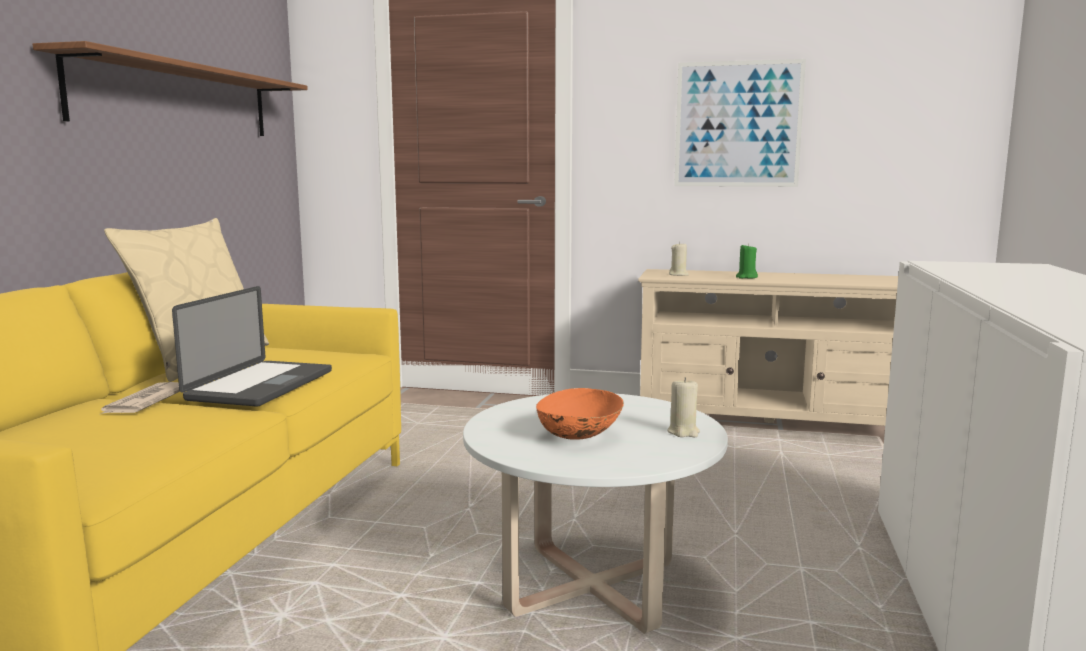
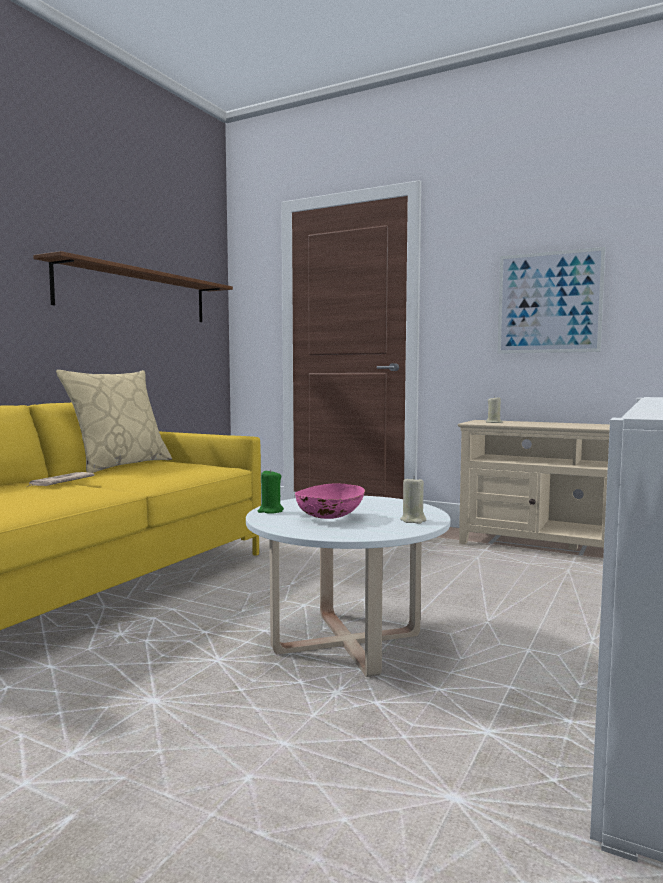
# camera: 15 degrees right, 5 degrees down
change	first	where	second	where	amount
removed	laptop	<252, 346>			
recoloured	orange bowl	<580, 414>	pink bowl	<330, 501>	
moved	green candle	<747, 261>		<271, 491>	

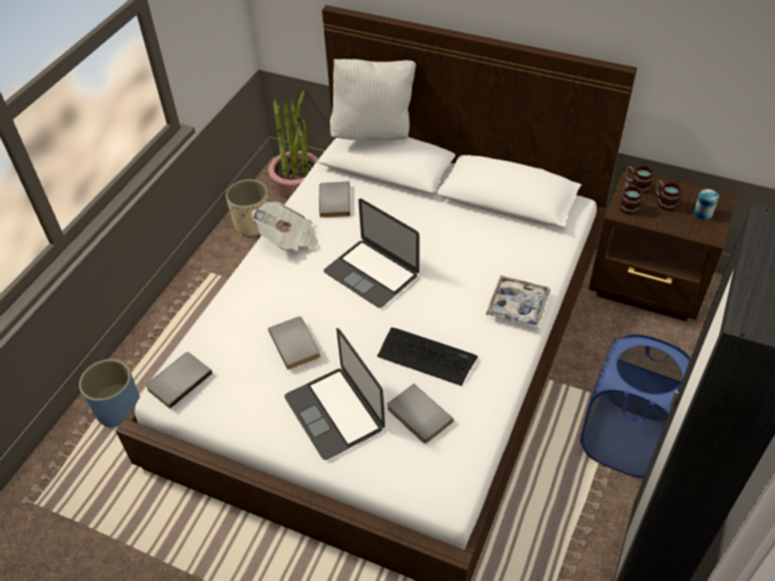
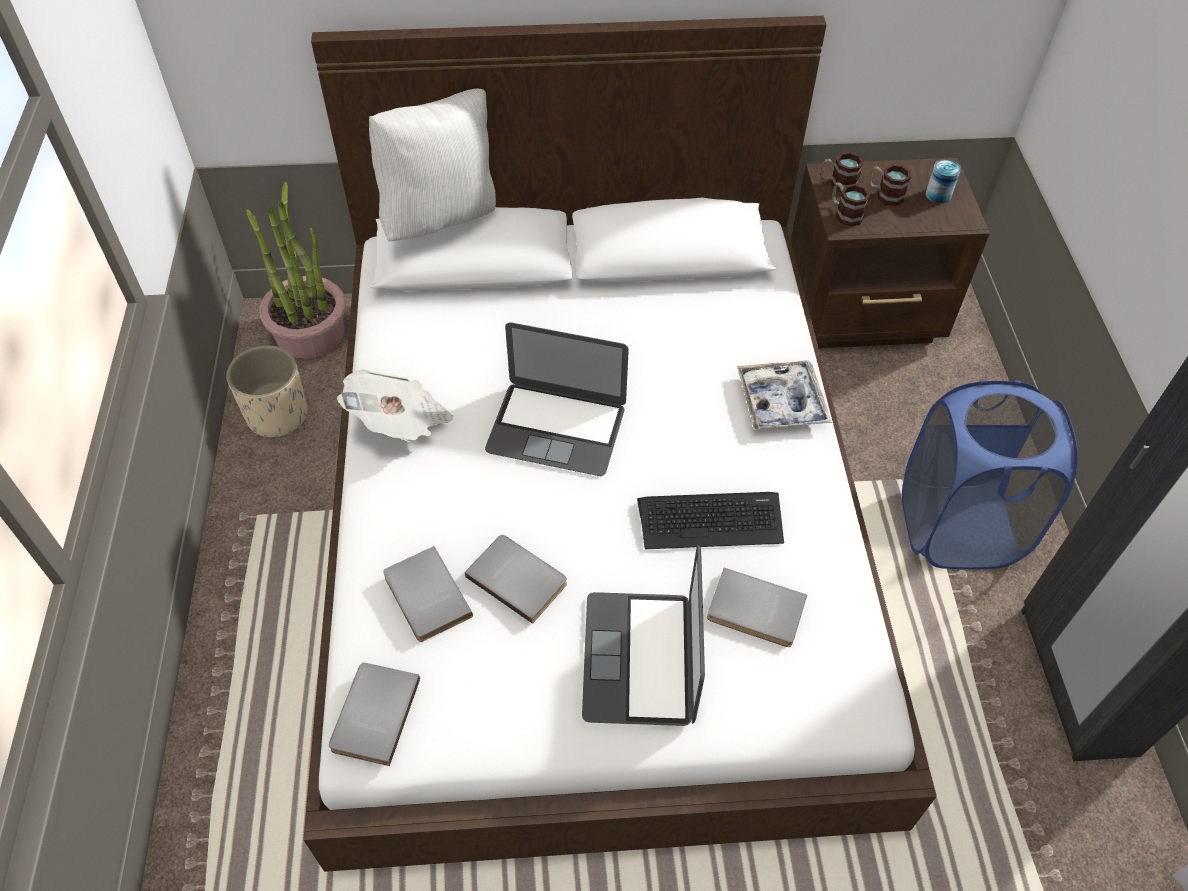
# camera: 30 degrees left, 5 degrees up
change	first	where	second	where	amount
removed	blue planter	<109, 393>			
turned	laptop	<334, 394>		<643, 635>	60 degrees clockwise
moved	grey book	<334, 200>		<428, 594>	

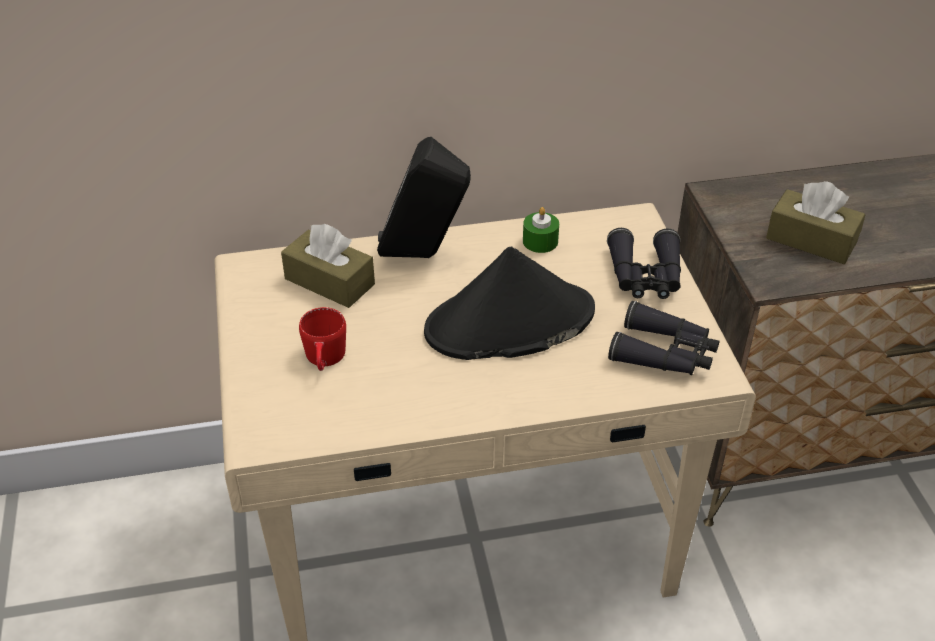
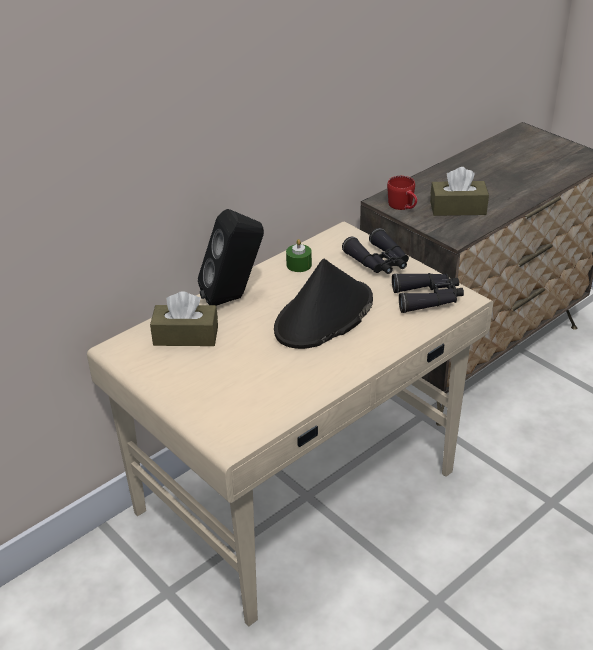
# camera: 30 degrees left, 5 degrees down
change	first	where	second	where	amount
moved	red mug	<322, 339>		<402, 193>	

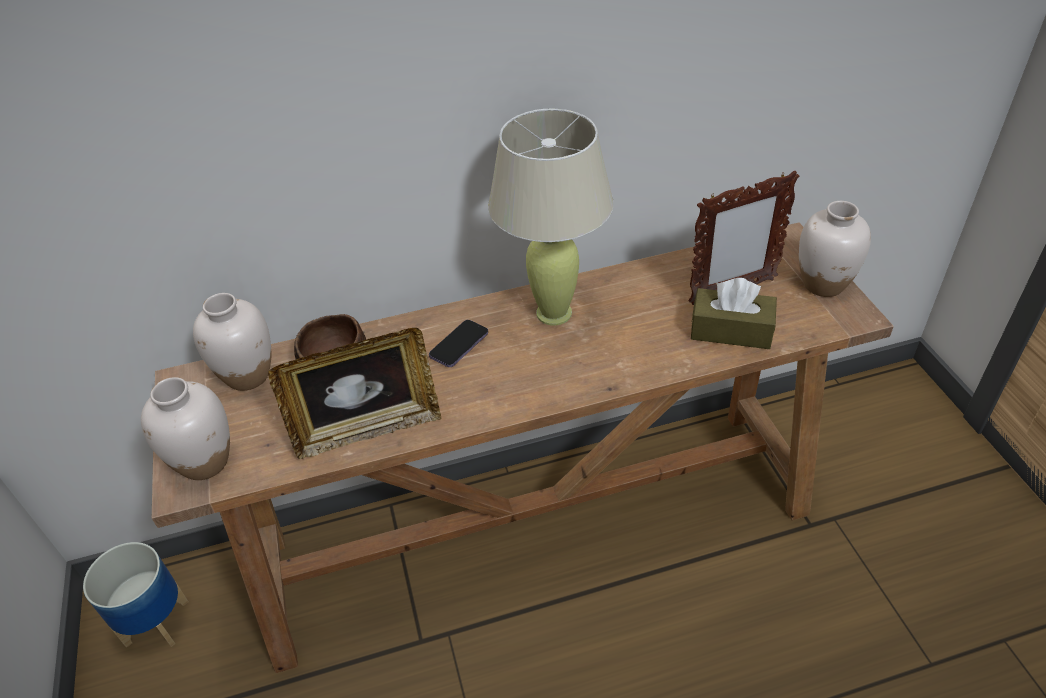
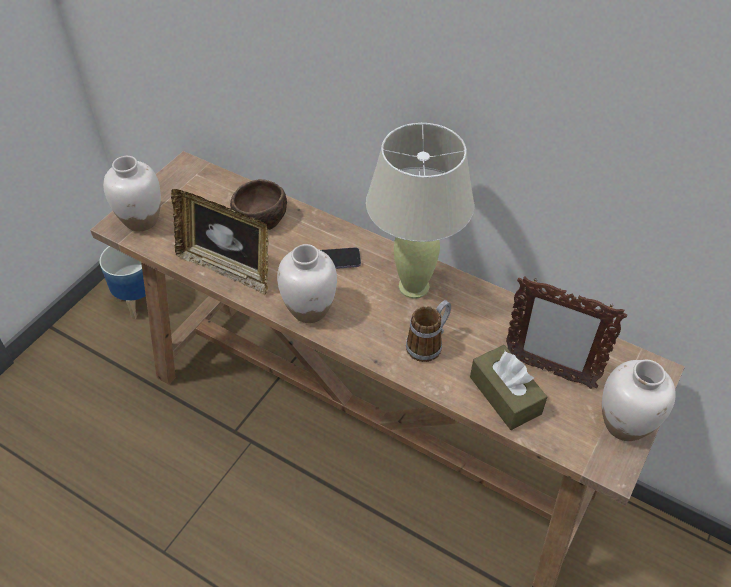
# camera: 45 degrees right, 5 degrees up
change	first	where	second	where	amount
moved	white vase	<232, 342>		<307, 283>	
added			mug	<428, 331>	

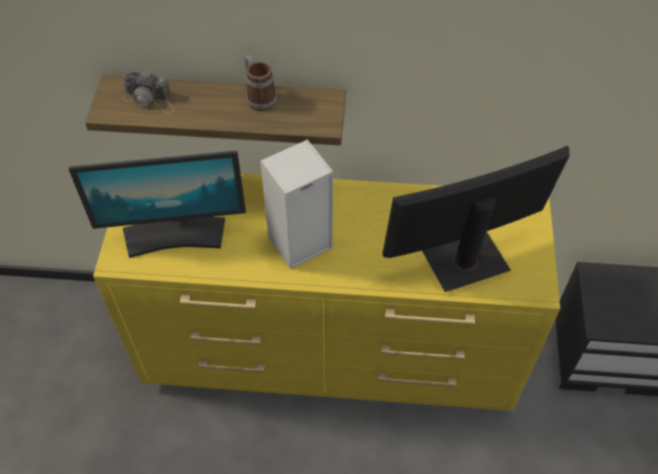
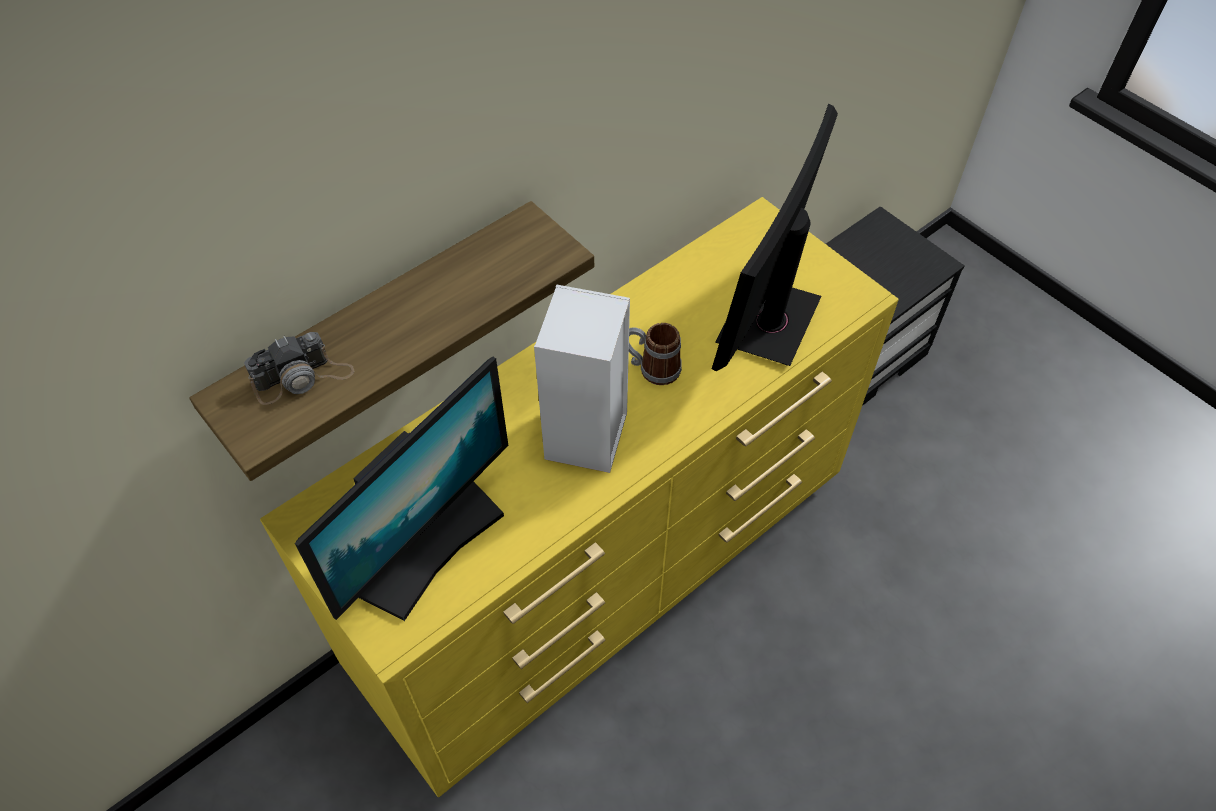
# camera: 45 degrees left, 0 degrees up
change	first	where	second	where	amount
moved	mug	<260, 83>		<655, 354>	

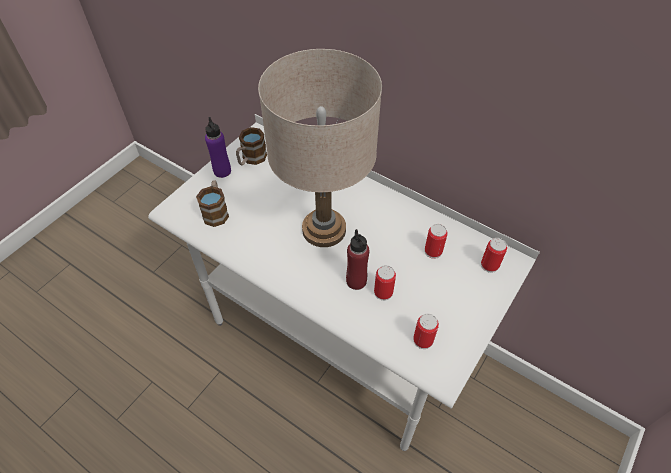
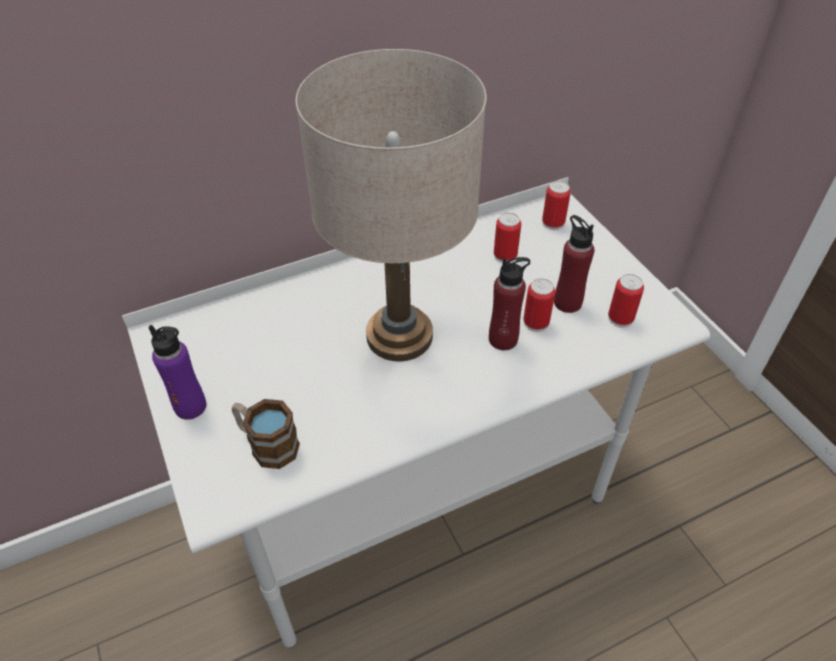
# camera: 60 degrees left, 5 degrees down
change	first	where	second	where	amount
removed	mug	<251, 146>			
added			red bottle	<574, 264>	

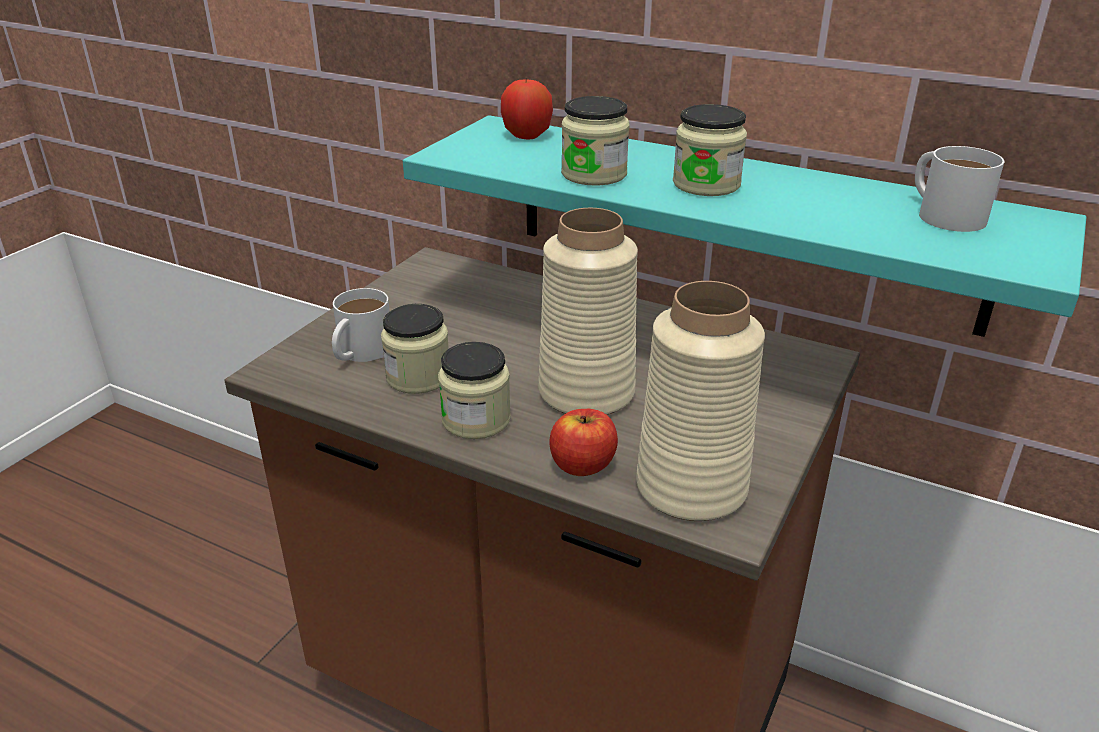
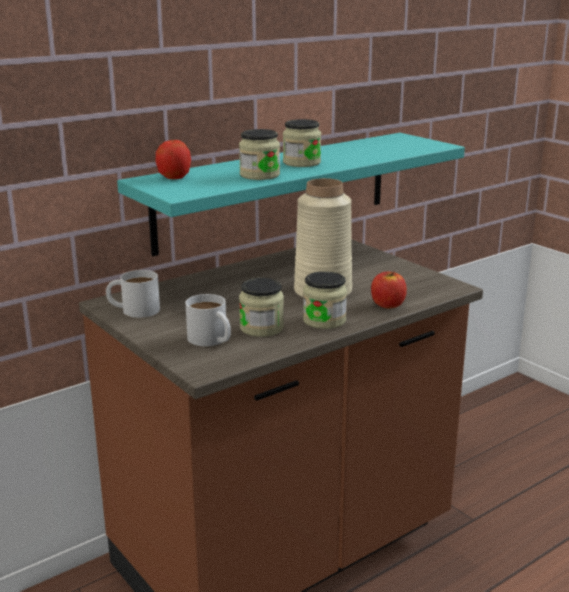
# camera: 65 degrees left, 10 degrees down
change	first	where	second	where	amount
removed	beige vase	<700, 401>			
moved	white mug	<959, 189>		<133, 294>	

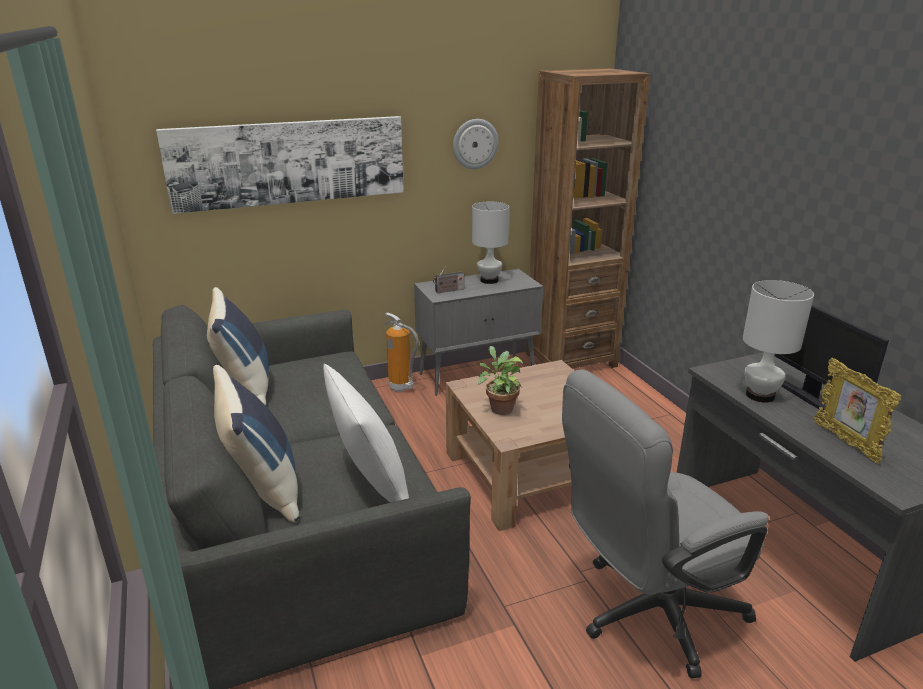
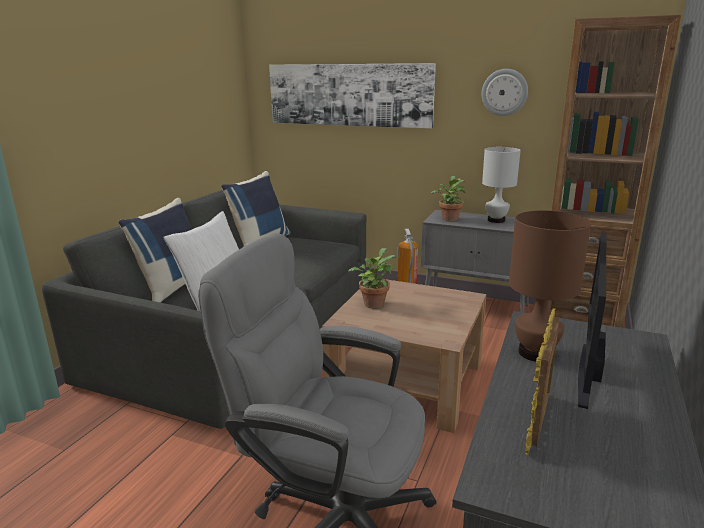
# camera: 45 degrees right, 5 degrees down
change	first	where	second	where	amount
replaced	radio	<448, 279>	potted plant	<448, 199>	
recoloured	white table lamp	<778, 341>	brown table lamp	<550, 286>	

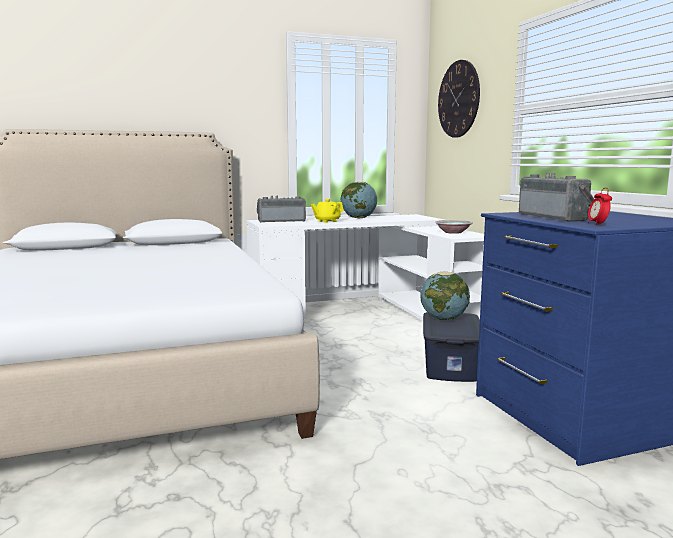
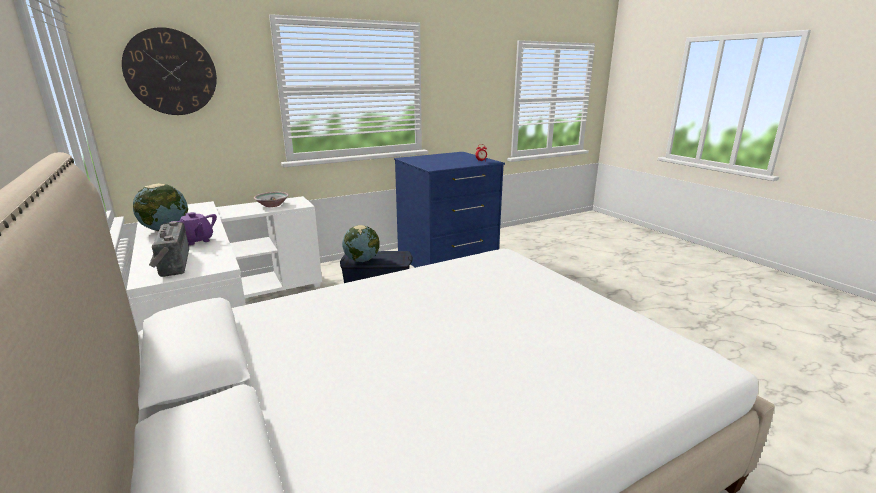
# camera: 100 degrees left, 10 degrees up
change	first	where	second	where	amount
recoloured	yellow teapot	<327, 211>	purple teapot	<194, 229>	
removed	radio	<557, 197>			

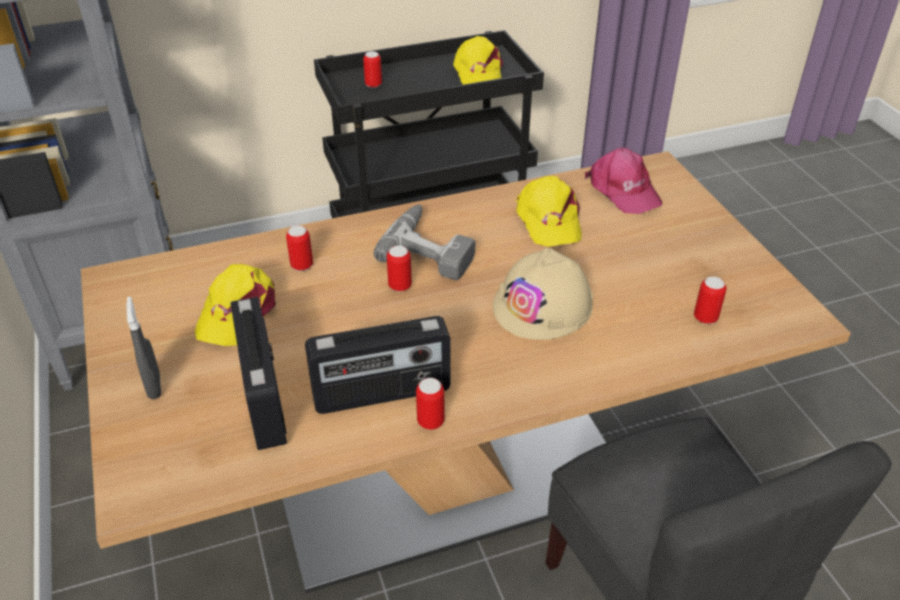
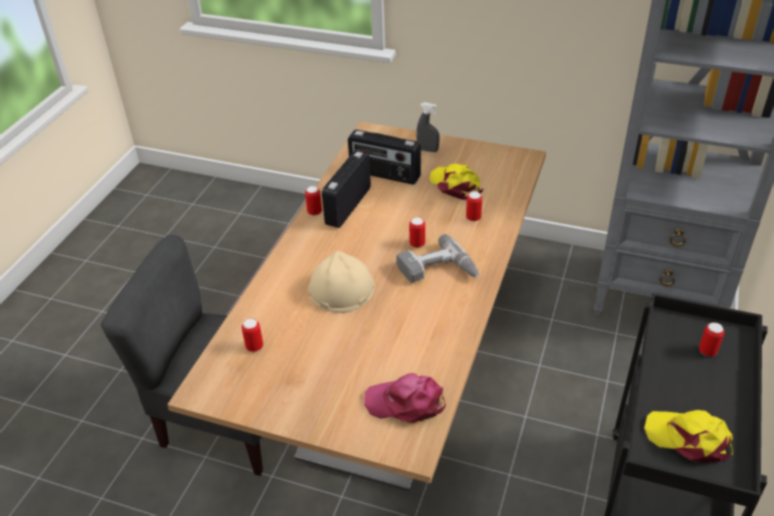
# camera: 130 degrees right, 0 degrees up
change	first	where	second	where	amount
removed	yellow cap	<549, 211>			

